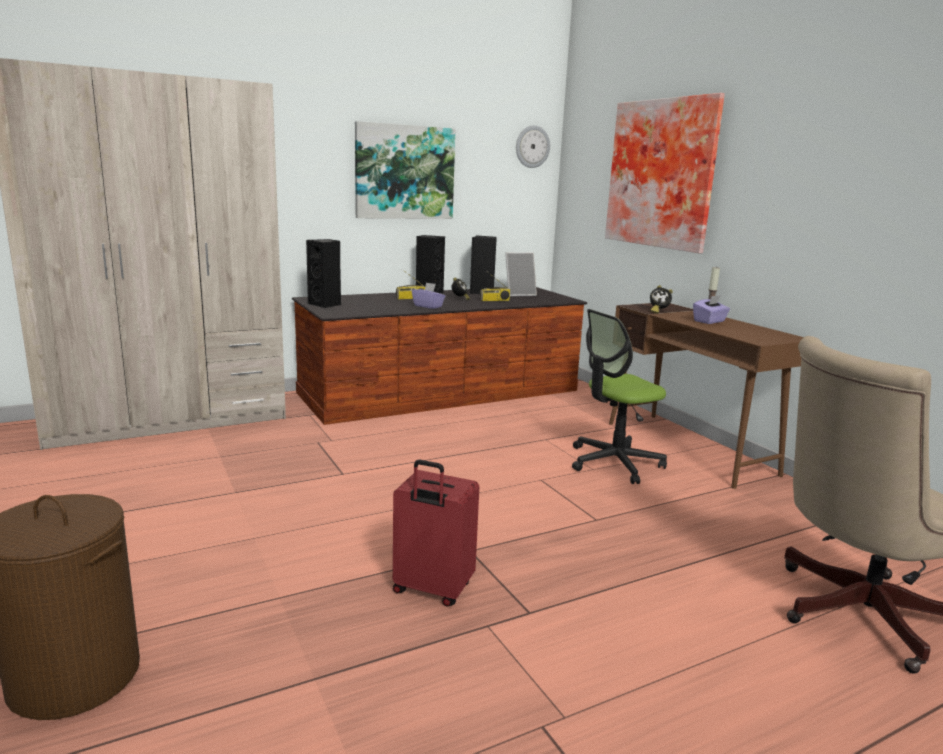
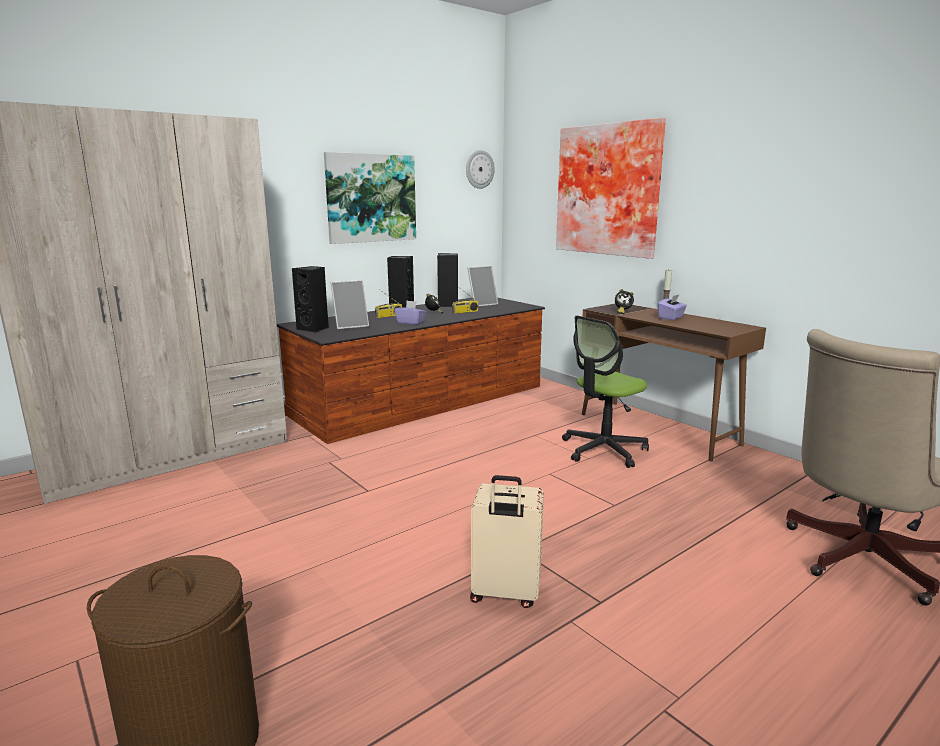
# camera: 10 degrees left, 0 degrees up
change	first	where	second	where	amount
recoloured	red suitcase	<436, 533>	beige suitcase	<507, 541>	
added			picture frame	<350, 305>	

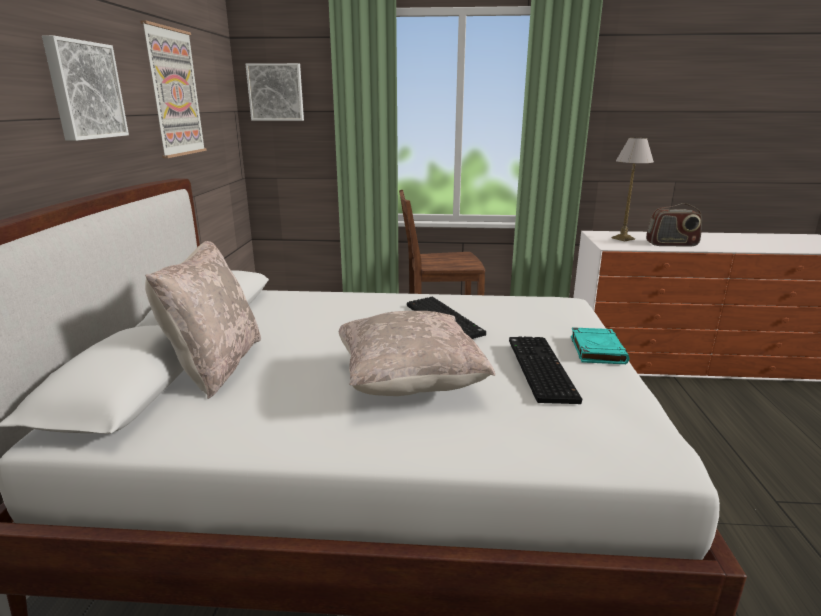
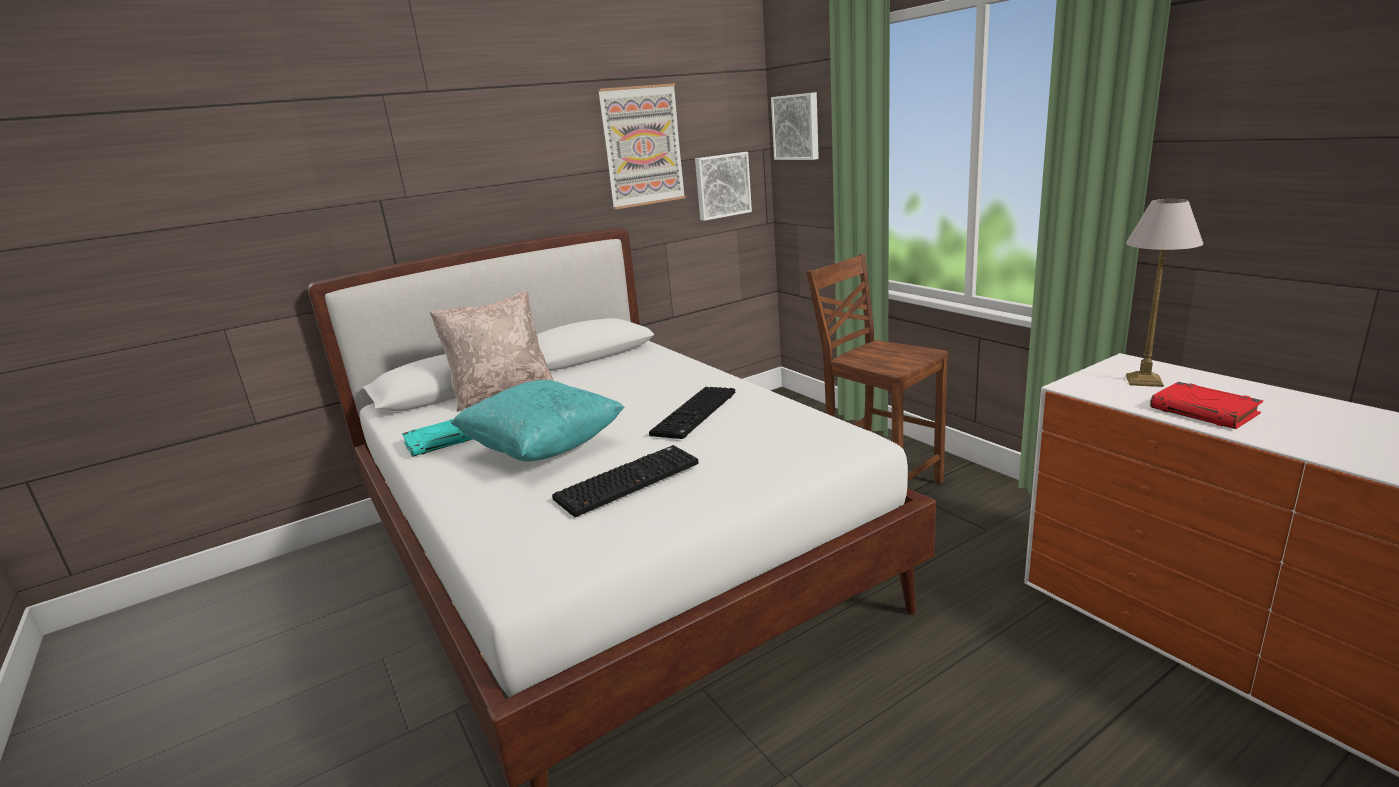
# camera: 55 degrees right, 0 degrees up
change	first	where	second	where	amount
moved	picture	<85, 88>		<723, 186>	
recoloured	beige pillow	<417, 353>	turquoise pillow	<538, 421>	
moved	turquoise book	<600, 345>		<437, 438>	
replaced	radio	<674, 225>	red book	<1206, 405>	

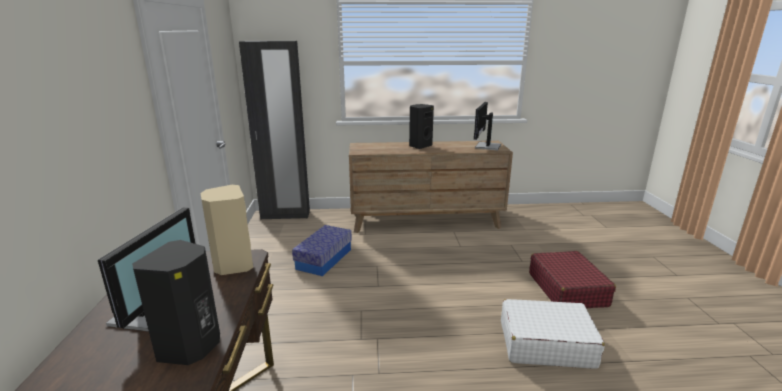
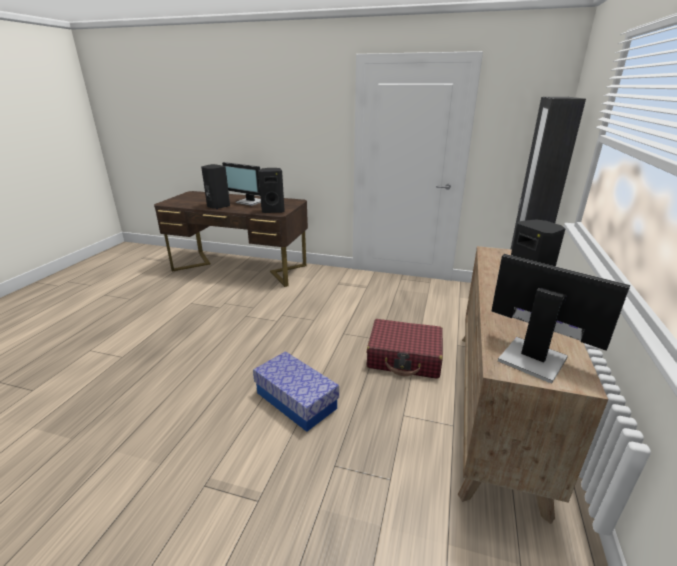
# camera: 110 degrees right, 5 degrees up
change	first	where	second	where	amount
recoloured	beige speaker	<226, 230>	black speaker	<271, 190>	
moved	storage box	<322, 250>		<296, 391>	
removed	white suitcase	<553, 334>			
moved	red suitcase	<572, 279>		<405, 349>	

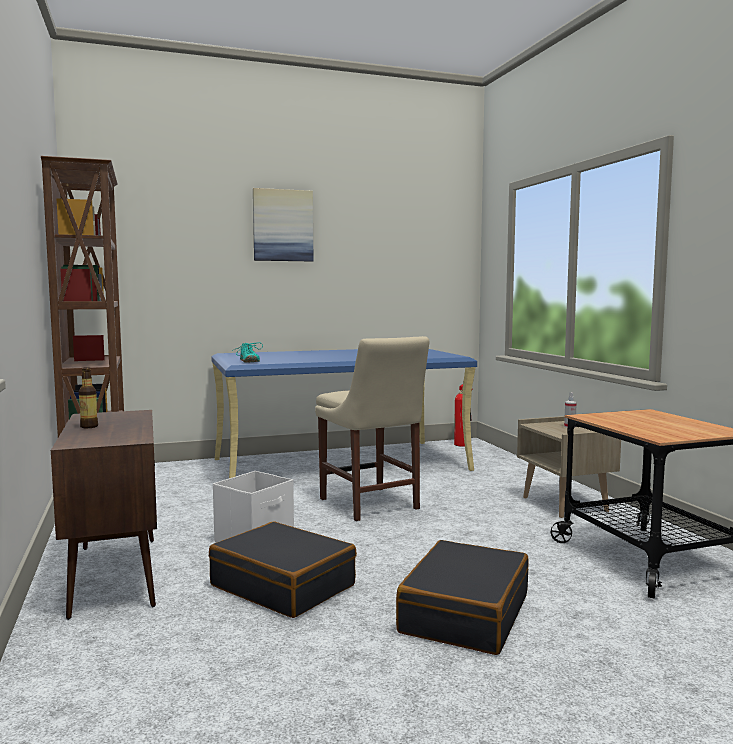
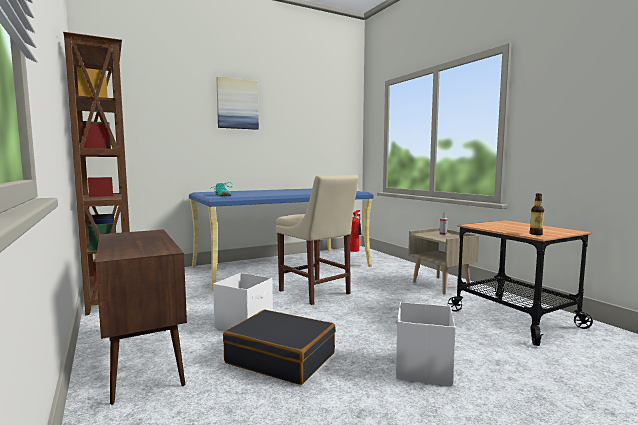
# camera: 10 degrees left, 0 degrees up
change	first	where	second	where	amount
moved	bottle	<88, 397>		<537, 214>	
replaced	black suitcase	<462, 597>	white storage box	<425, 344>	

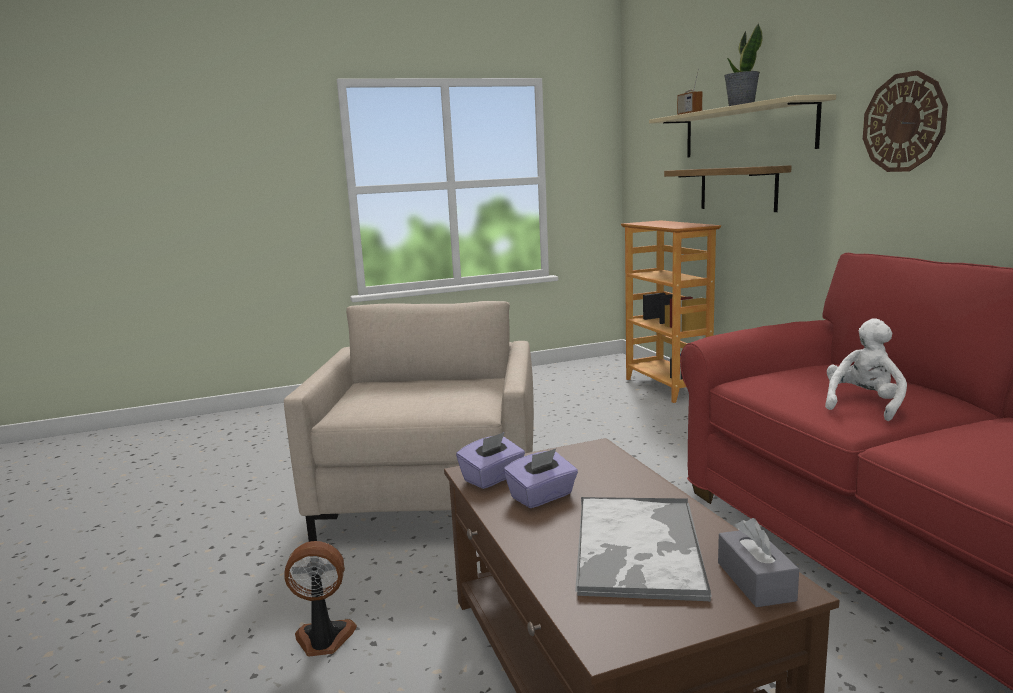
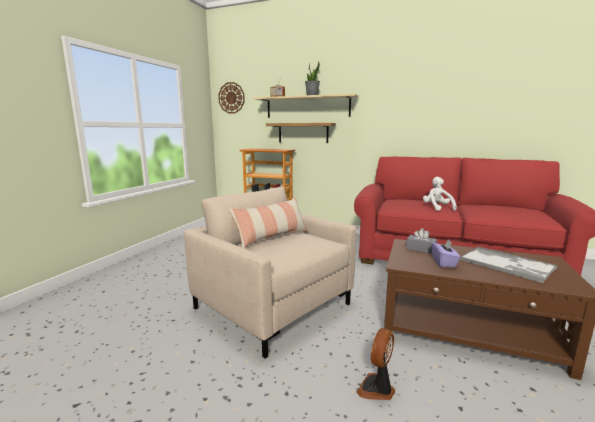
# camera: 50 degrees left, 0 degrees up
change	first	where	second	where	amount
removed	purple tissue box	<490, 460>			
moved	grey tissue box	<758, 562>		<421, 241>	
moved	wall clock	<905, 121>		<231, 98>	
added			pillow	<268, 222>	

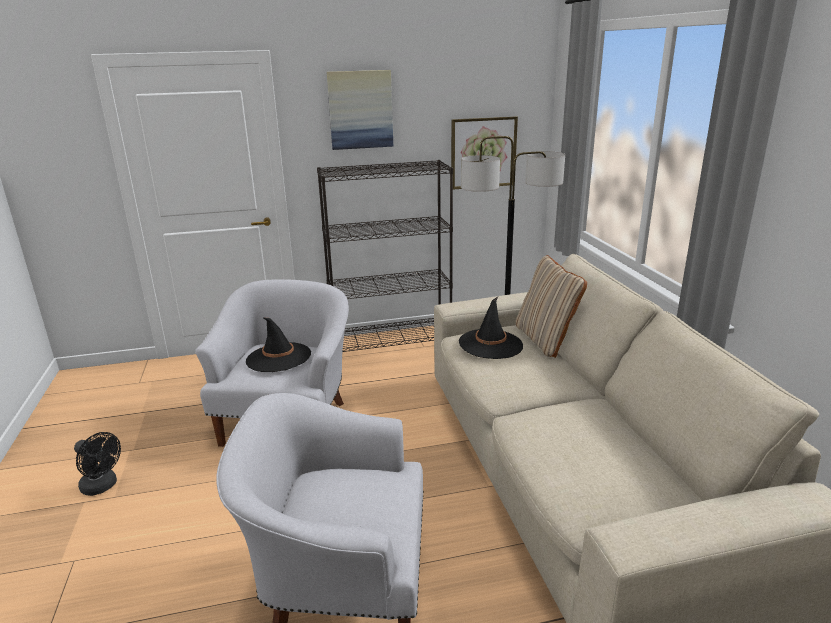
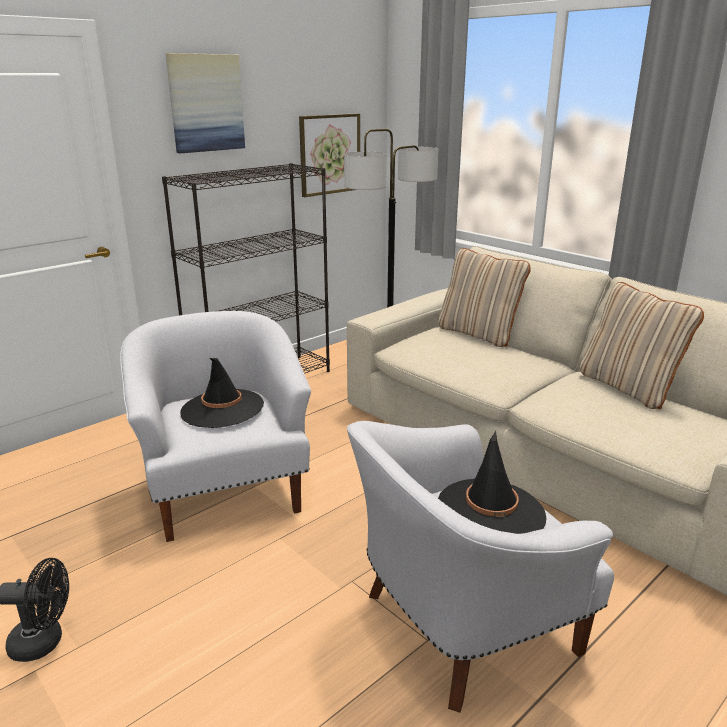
# camera: 30 degrees left, 0 degrees up
change	first	where	second	where	amount
moved	black hat	<491, 328>		<492, 482>	
added			beige pillow	<642, 345>	

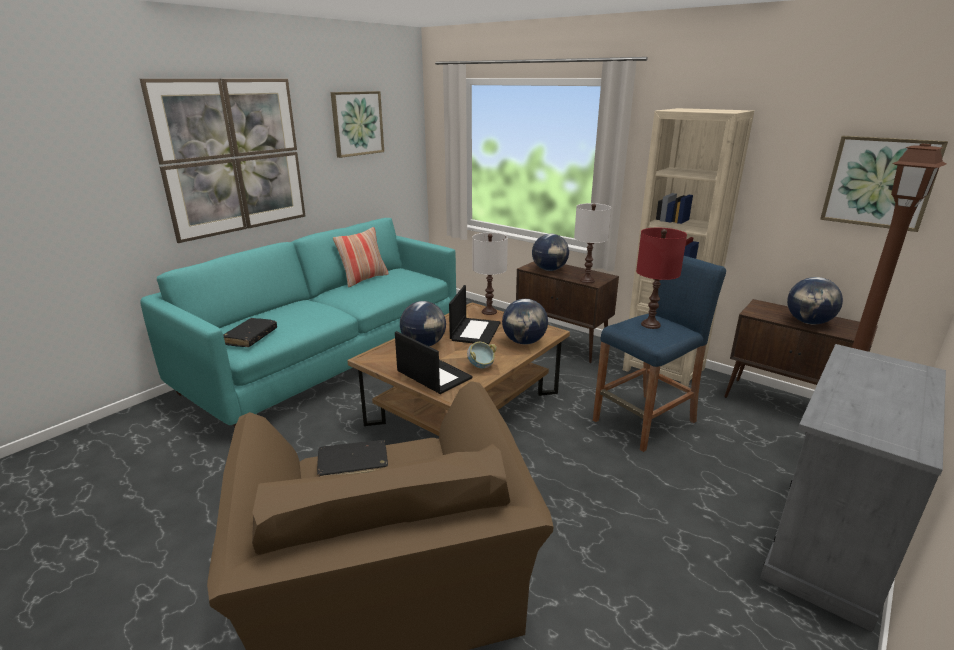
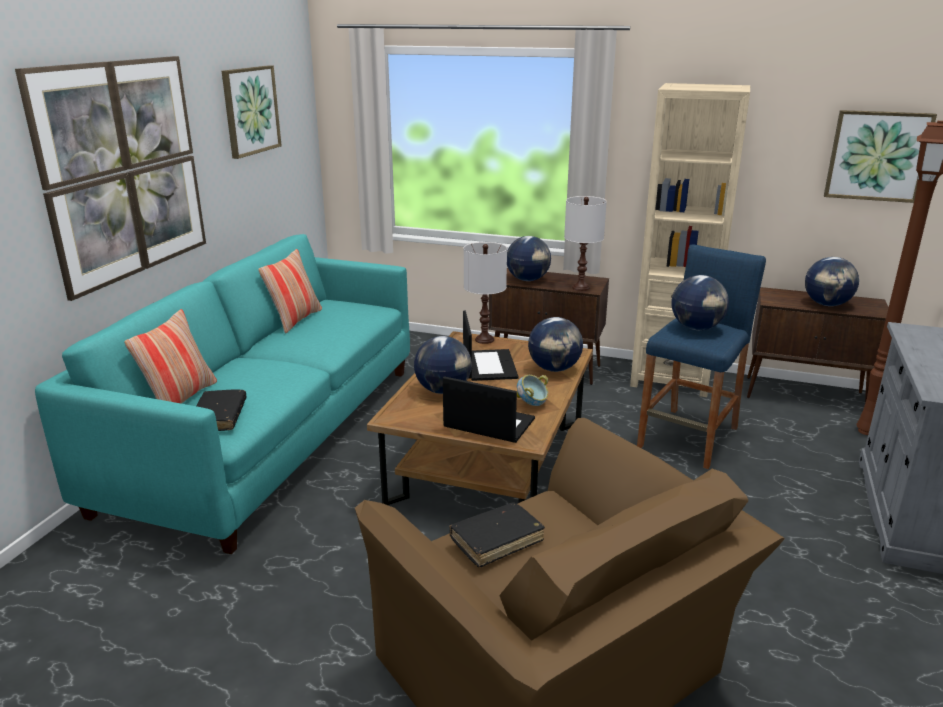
# camera: 20 degrees left, 0 degrees up
change	first	where	second	where	amount
replaced	red table lamp	<661, 278>	globe	<700, 302>	
added			pillow	<170, 356>	

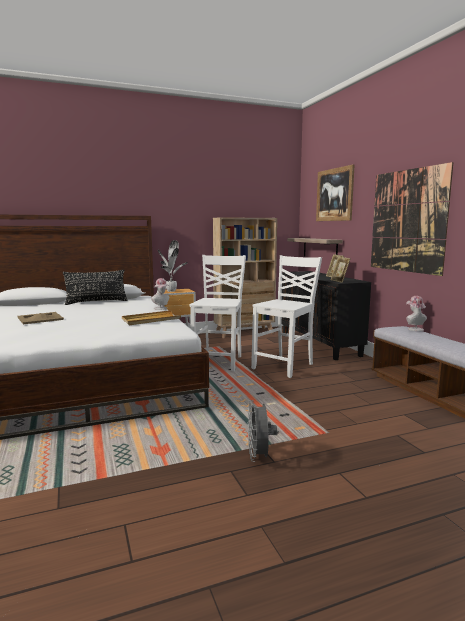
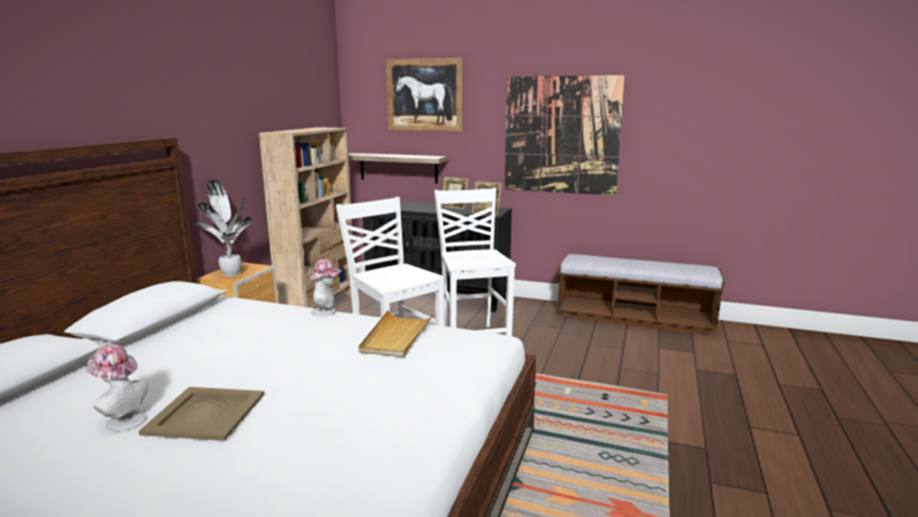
# camera: 50 degrees left, 5 degrees up
change	first	where	second	where	amount
removed	black pillow	<95, 287>			
removed	grey fan	<262, 431>			
moved	hat	<416, 313>		<117, 388>	

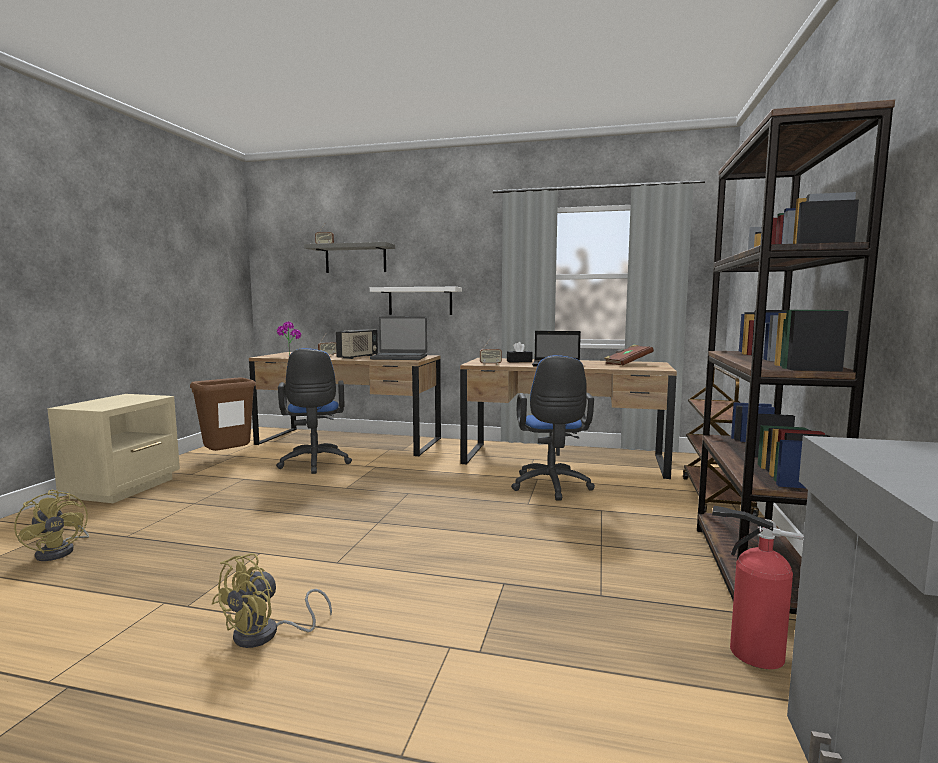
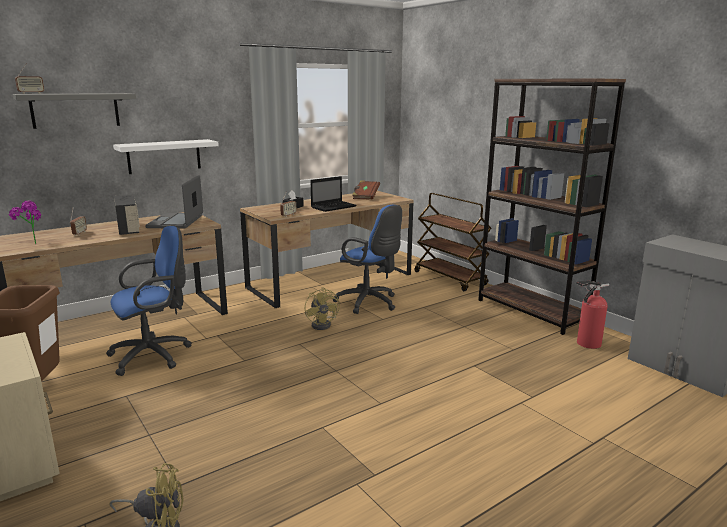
# camera: 50 degrees left, 10 degrees up
change	first	where	second	where	amount
moved	yellow fan	<272, 600>		<322, 308>	
turned	blue office chair	<314, 411>		<149, 301>	60 degrees counterclockwise
turned	laptop	<398, 338>		<174, 202>	135 degrees clockwise

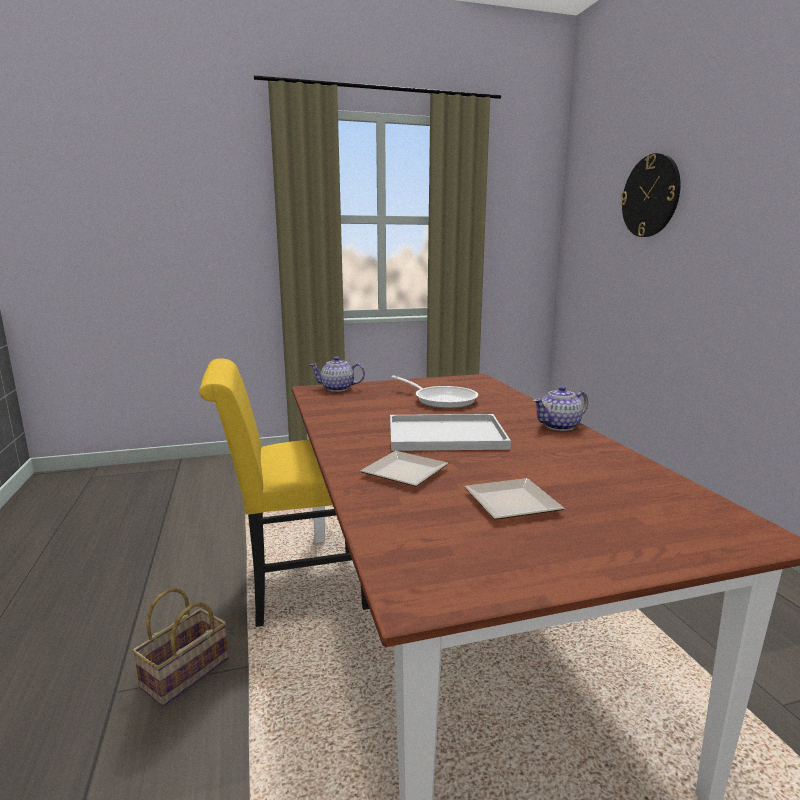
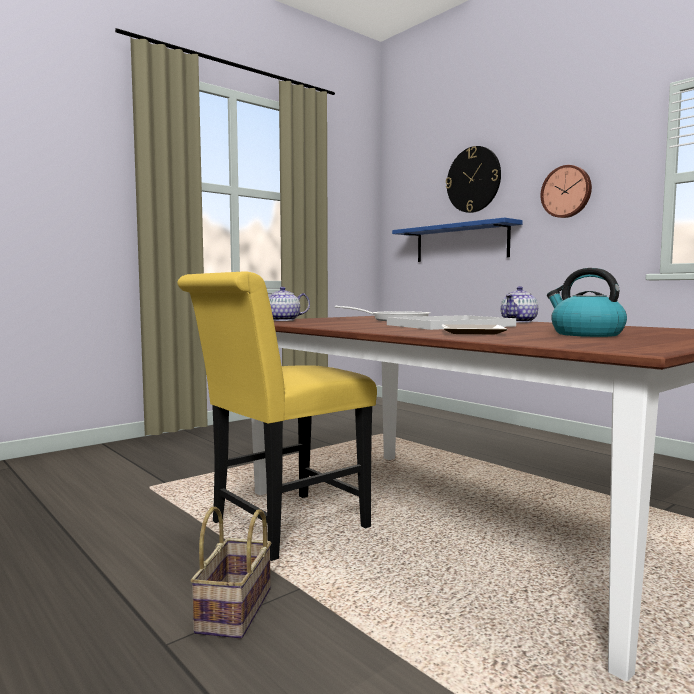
# camera: 25 degrees left, 10 degrees down
change	first	where	second	where	amount
replaced	plate	<514, 499>	kettle	<587, 302>	
added			blue shelf	<457, 239>	
added			wall clock	<566, 191>	

